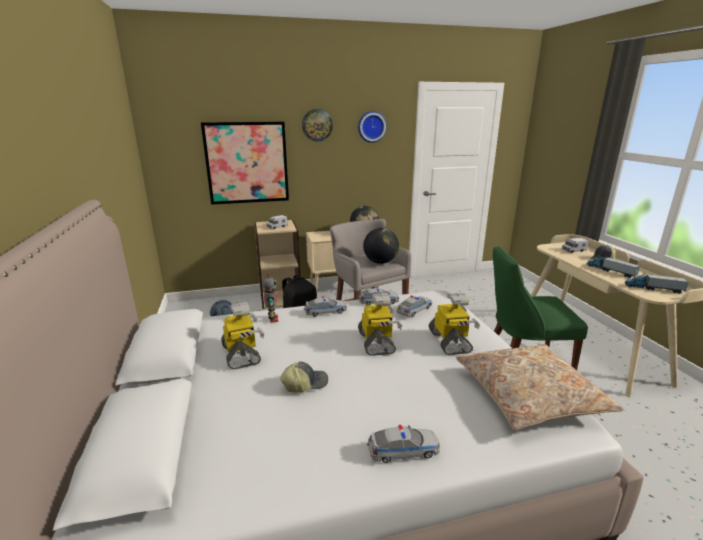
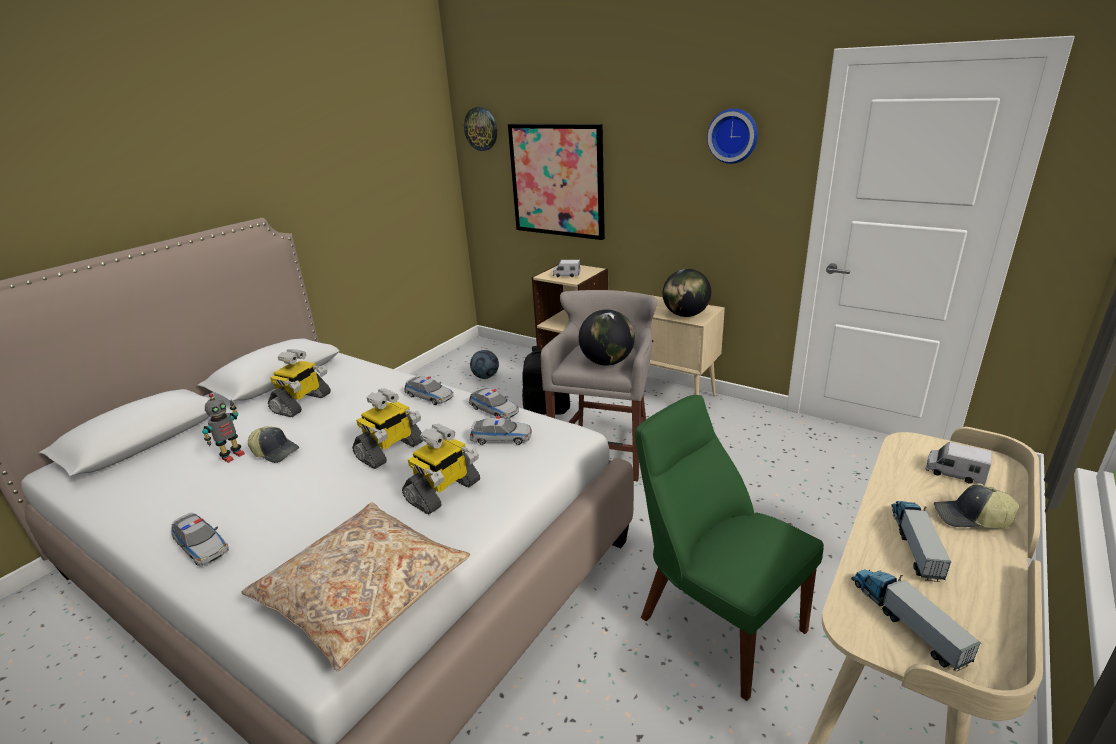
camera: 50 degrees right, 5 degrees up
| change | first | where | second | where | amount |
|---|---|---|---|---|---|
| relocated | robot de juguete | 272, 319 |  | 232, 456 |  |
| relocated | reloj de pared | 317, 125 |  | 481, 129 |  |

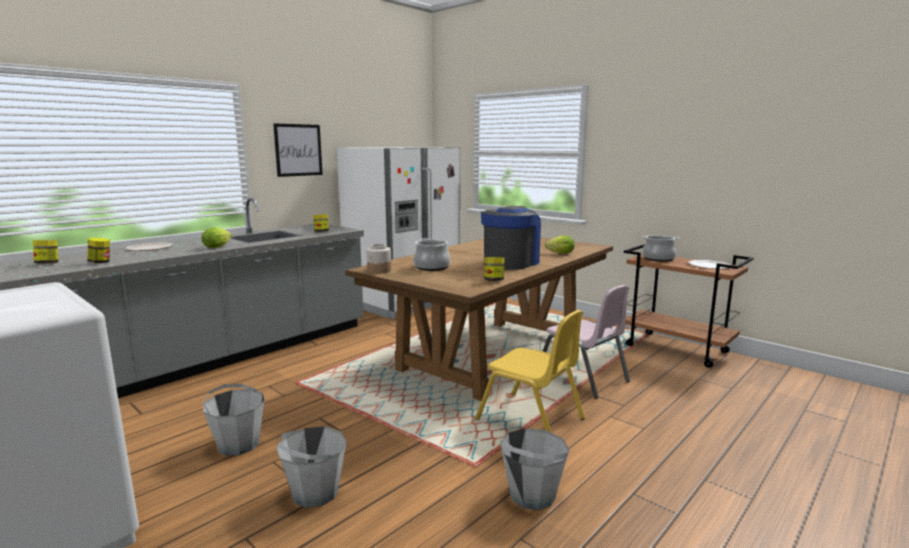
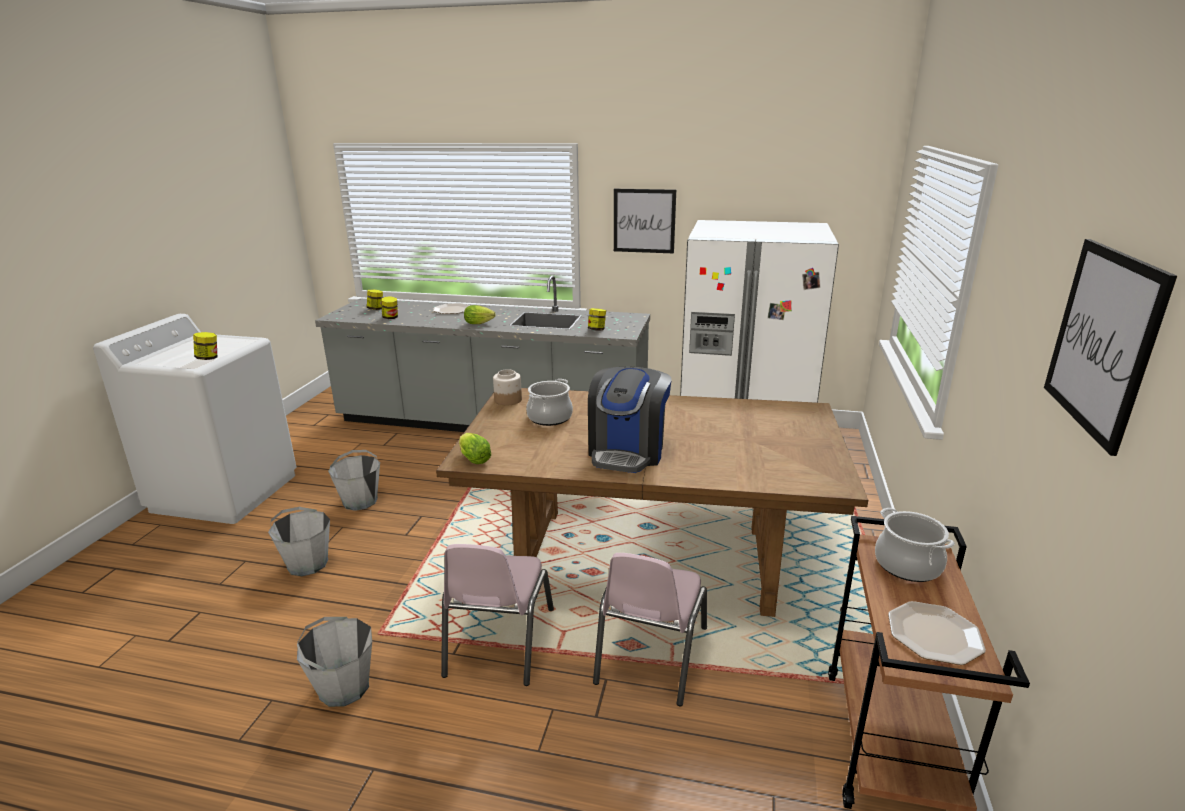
camera: 60 degrees right, 10 degrees up
| change | first | where | second | where | amount |
|---|---|---|---|---|---|
| colour | silla [amarillo] | 530, 419 | silla [rosa] | 498, 642 |  |
| spun | cafetera | 511, 262 |  | 627, 451 | 105 degrees clockwise |
| relocated | tarro | 494, 280 |  | 208, 358 |  |
| relocated | lechuga | 559, 253 |  | 473, 459 |  |
| appeared |  |  | cuadro | 1102, 340 |  |

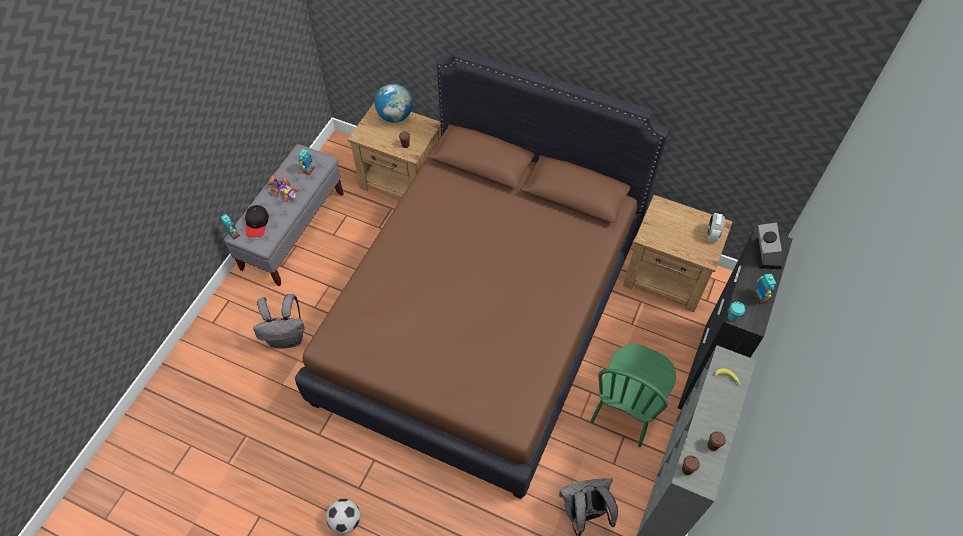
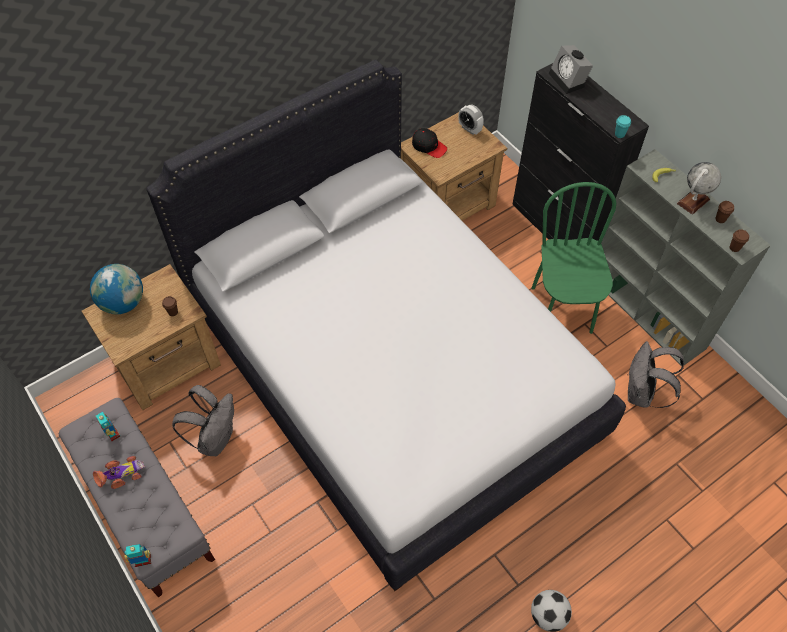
camera: 60 degrees left, 0 degrees up
| change | first | where | second | where | amount |
|---|---|---|---|---|---|
| relocated | gorra [negro] | 257, 223 |  | 429, 146 |  |
| relocated | mochila [gris] | 287, 338 |  | 215, 438 |  |
| colour | cama [marrón] | 481, 317 | cama [blanco] | 392, 374 |  |
| spun | silla [verde] | 625, 412 |  | 562, 310 | 150 degrees counterclockwise |
| missing | robot de juguete | 759, 297 |  |  |  |
| spun | despertador | 765, 253 |  | 568, 80 | 150 degrees counterclockwise |
| appeared |  |  | globo terráqueo | 693, 201 |  |

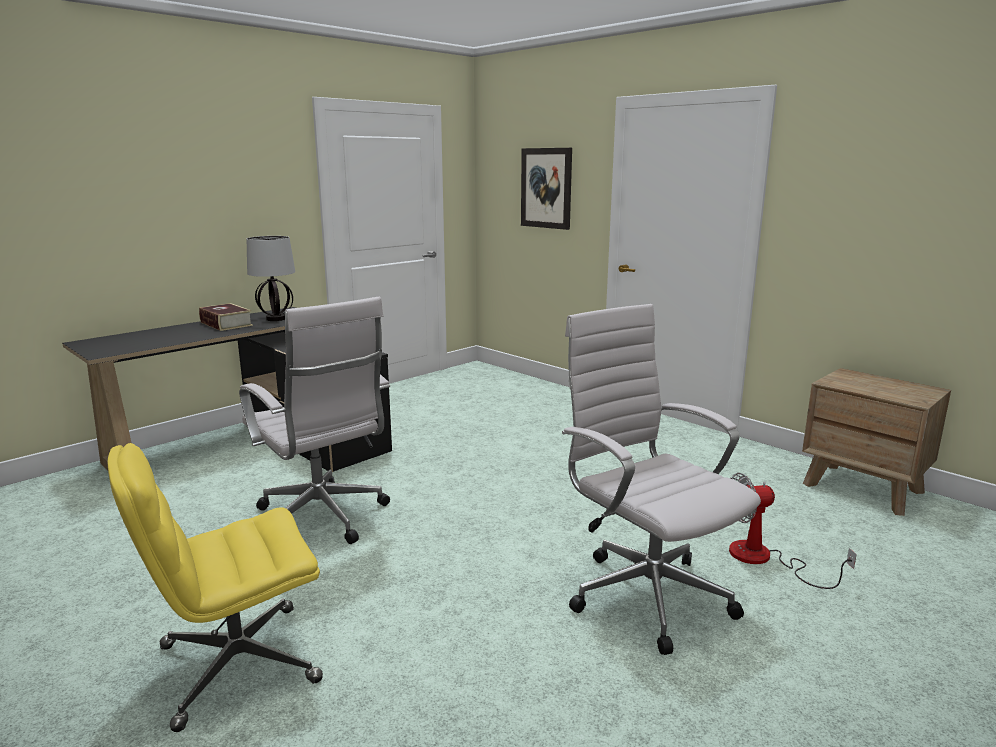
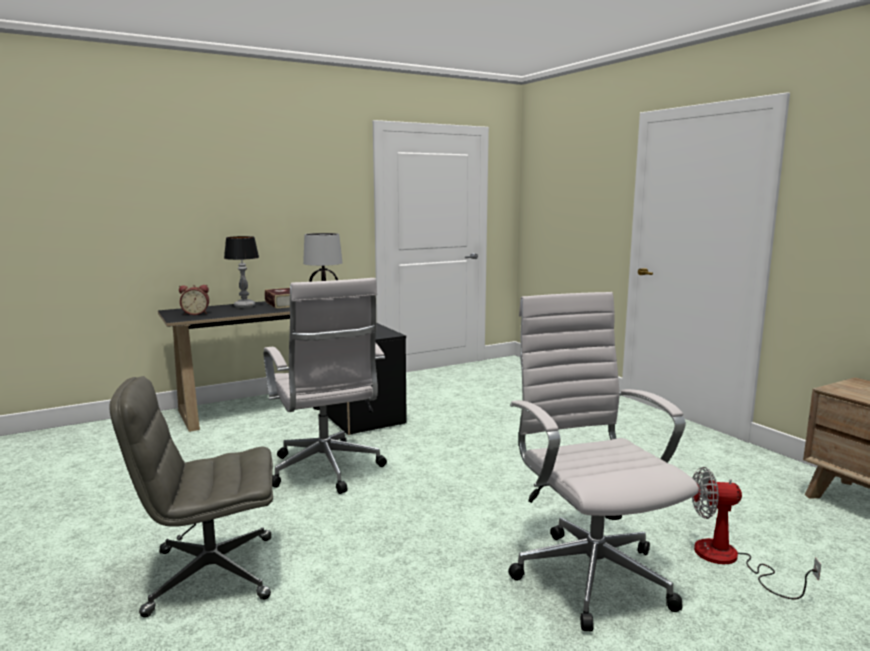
camera: 15 degrees right, 5 degrees down
| change | first | where | second | where | amount |
|---|---|---|---|---|---|
| colour | silla de oficina [amarillo] | 236, 665 | silla de oficina [gris] | 210, 575 |  |
| missing | cuadro | 546, 188 |  |  |  |
| appeared |  |  | despertador | 196, 313 |  |
| appeared |  |  | lámpara de mesa | 245, 306 |  |

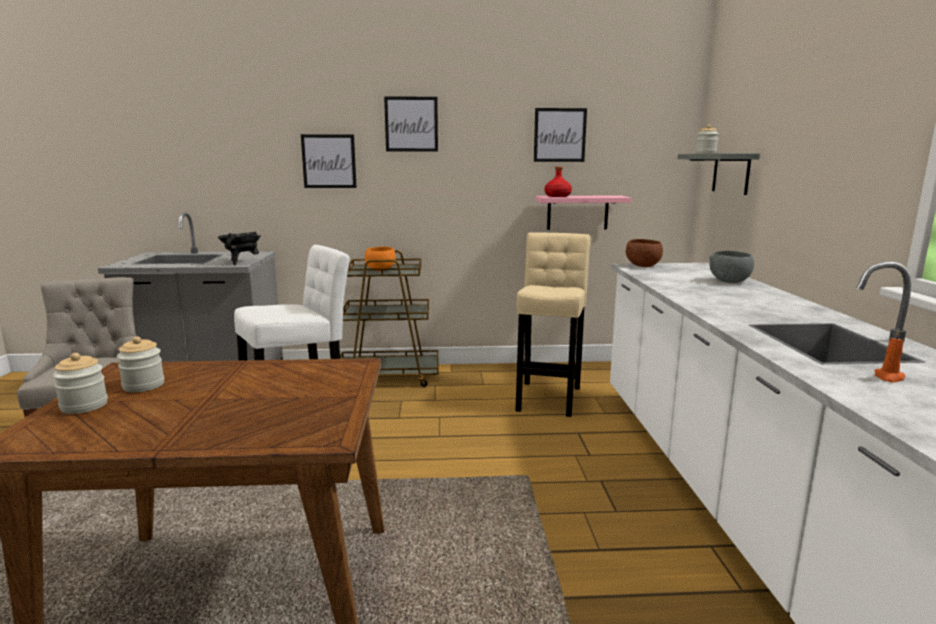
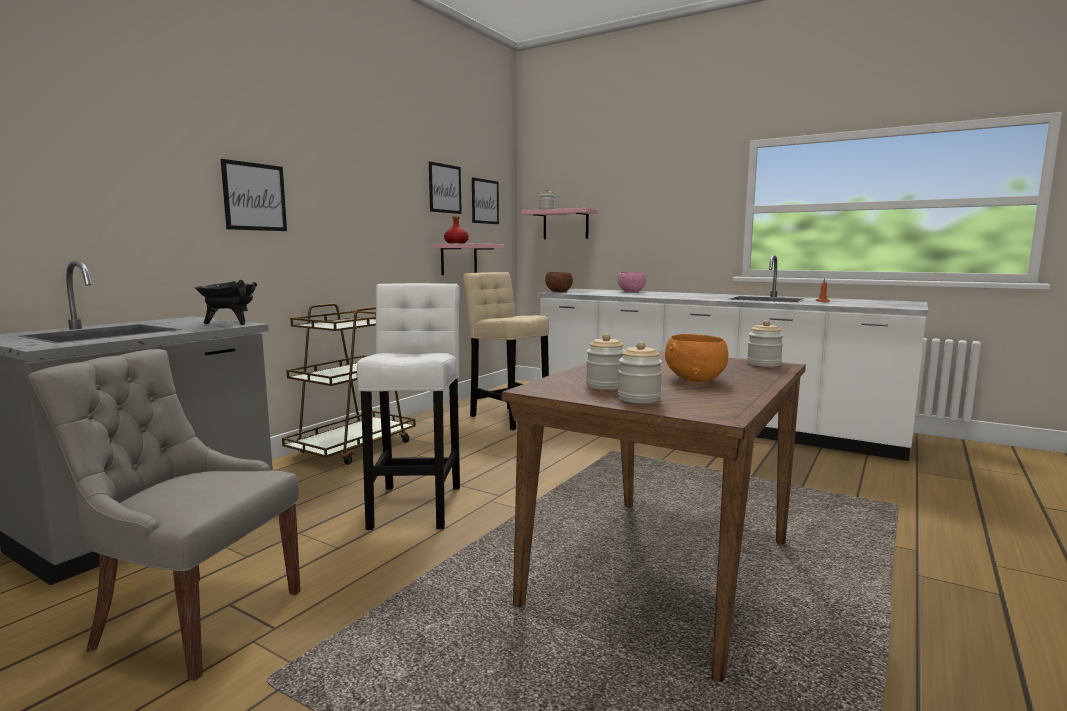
camera: 55 degrees left, 5 degrees down
| change | first | where | second | where | amount |
|---|---|---|---|---|---|
| relocated | cuenco [naranja] | 381, 270 |  | 696, 379 |  |
| relocated | cuadro | 411, 124 |  | 485, 201 |  |
| colour | estante [gris] | 731, 173 | estante [rosa] | 565, 224 |  |
| colour | cuenco [gris] | 730, 281 | cuenco [rosa] | 631, 291 |  |
| appeared |  |  | tarro | 763, 364 |  |

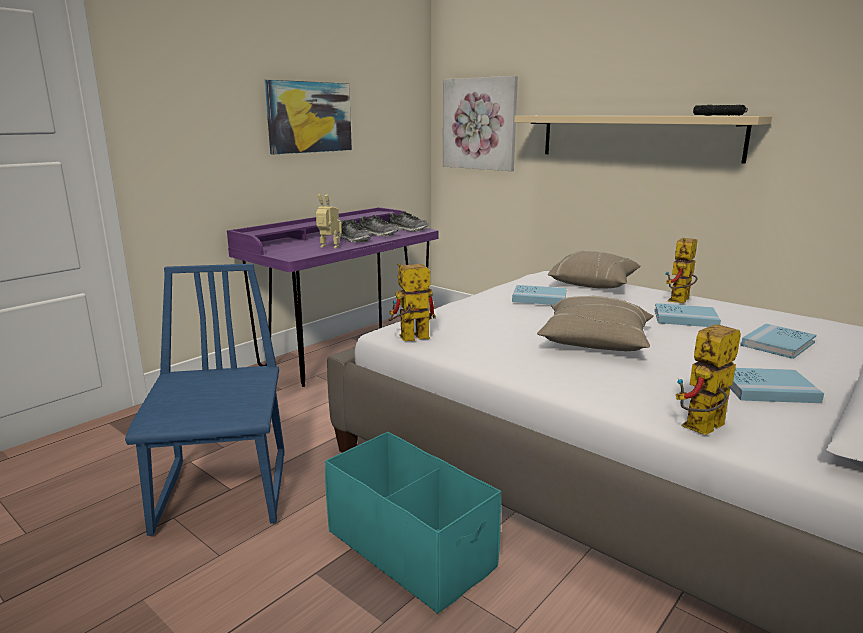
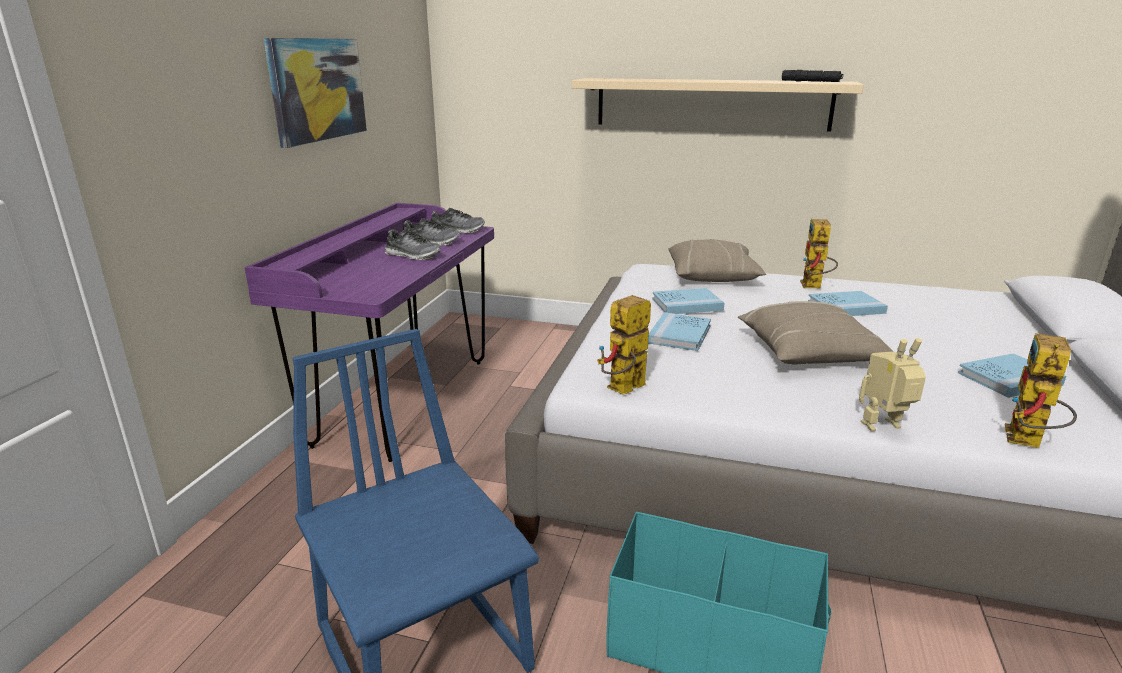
camera: 25 degrees left, 5 degrees up
| change | first | where | second | where | amount |
|---|---|---|---|---|---|
| relocated | robot de juguete | 328, 247 |  | 884, 428 |  |
| missing | cuadro | 480, 124 |  |  |  |
| relocated | libro [azul] | 778, 344 |  | 679, 334 |  |

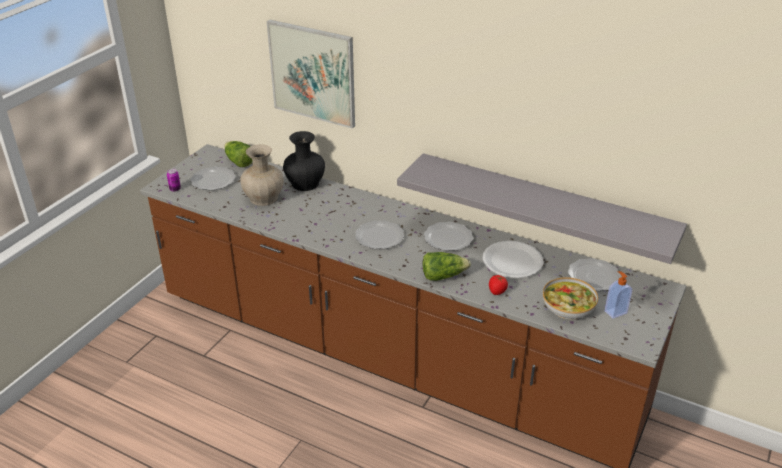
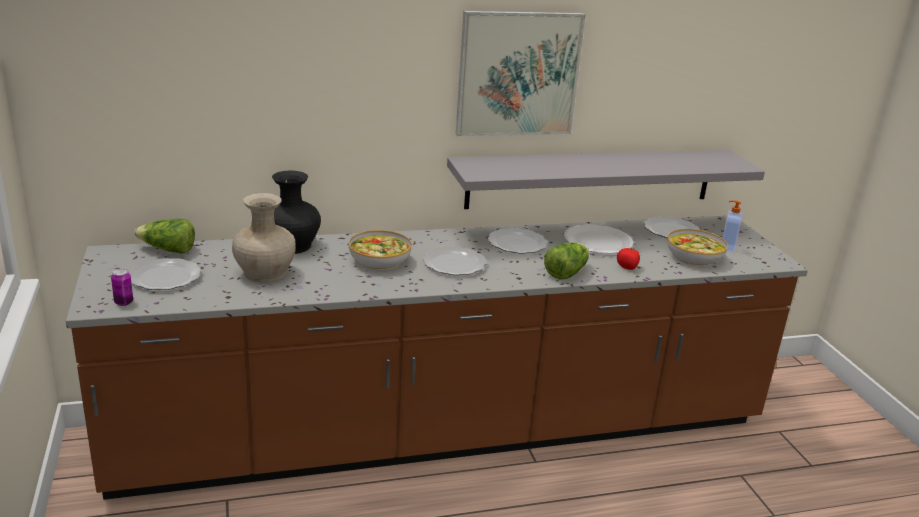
camera: 45 degrees left, 10 degrees down
| change | first | where | second | where | amount |
|---|---|---|---|---|---|
| relocated | cuadro | 312, 73 |  | 518, 74 |  |
| appeared |  |  | cuenco | 379, 260 |  |

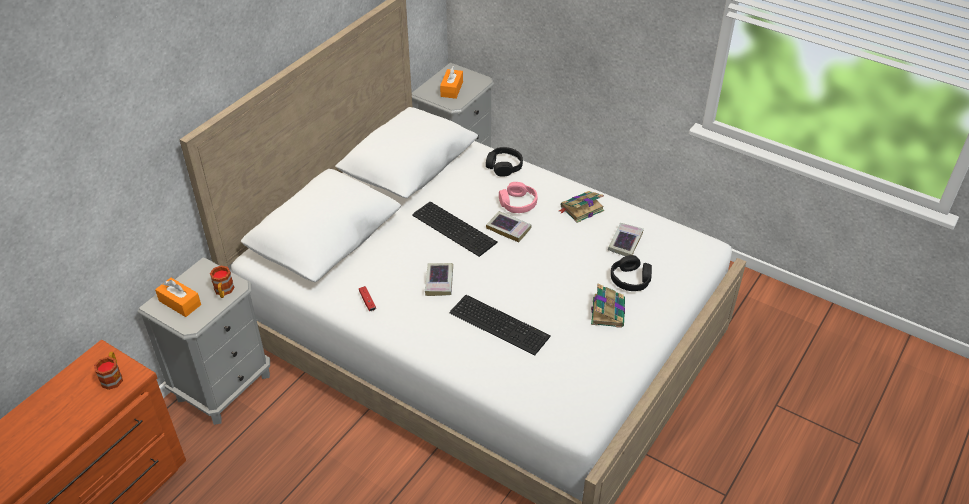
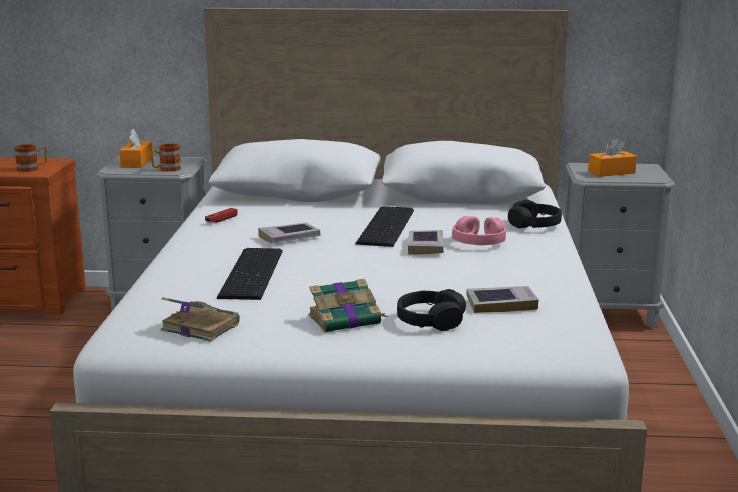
camera: 60 degrees right, 25 degrees down
| change | first | where | second | where | amount |
|---|---|---|---|---|---|
| relocated | libro | 581, 209 |  | 199, 327 |  |

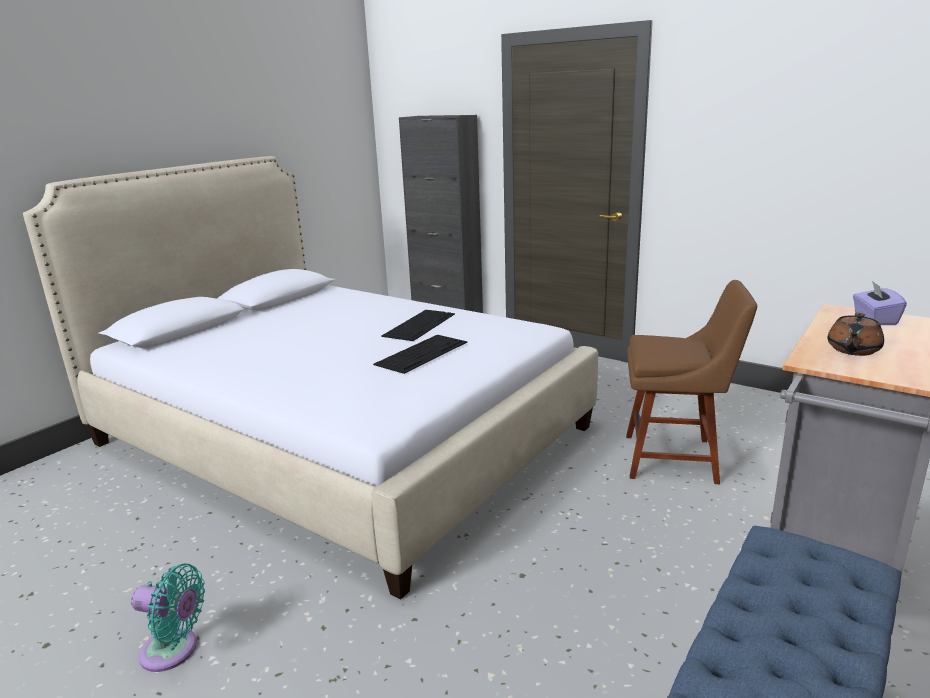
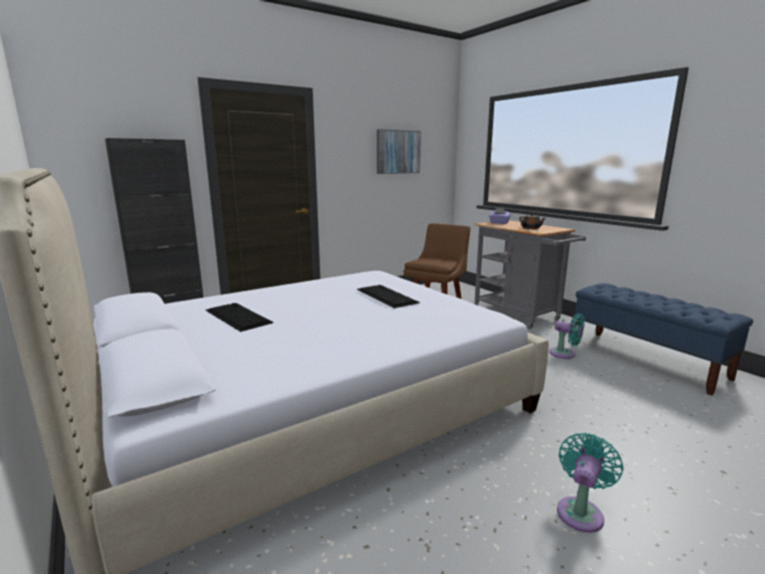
camera: 70 degrees left, 5 degrees down
| change | first | where | second | where | amount |
|---|---|---|---|---|---|
| relocated | teclado | 419, 324 |  | 237, 316 |  |
| appeared |  |  | cuadro | 398, 152 |  |
| appeared |  |  | ventilador [turquesa] | 565, 354 |  |

